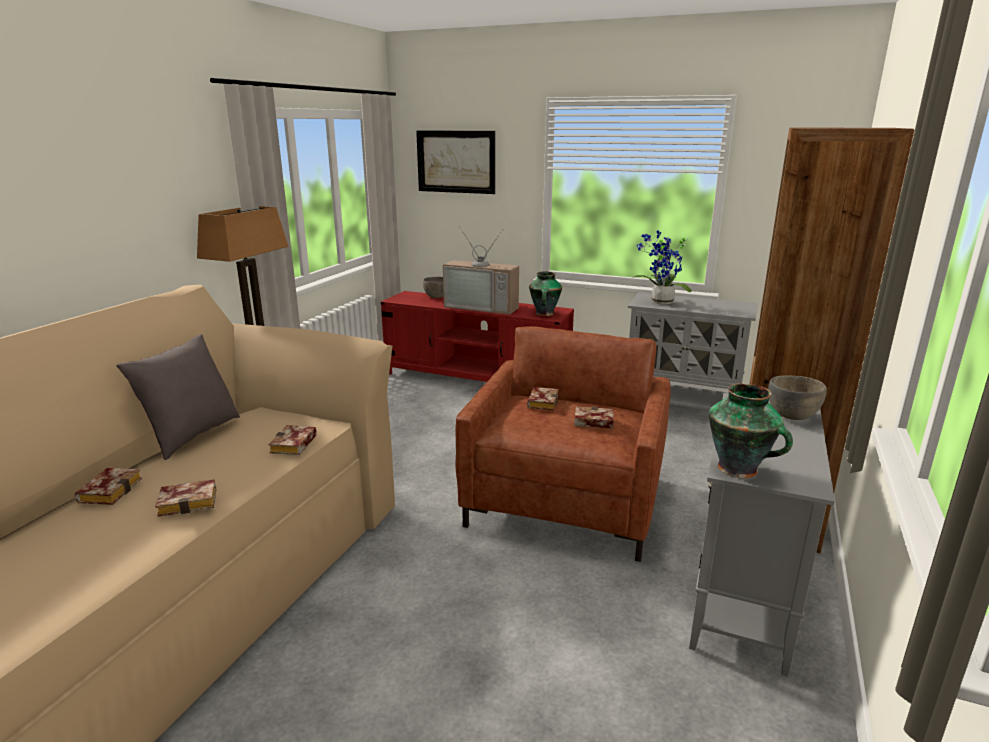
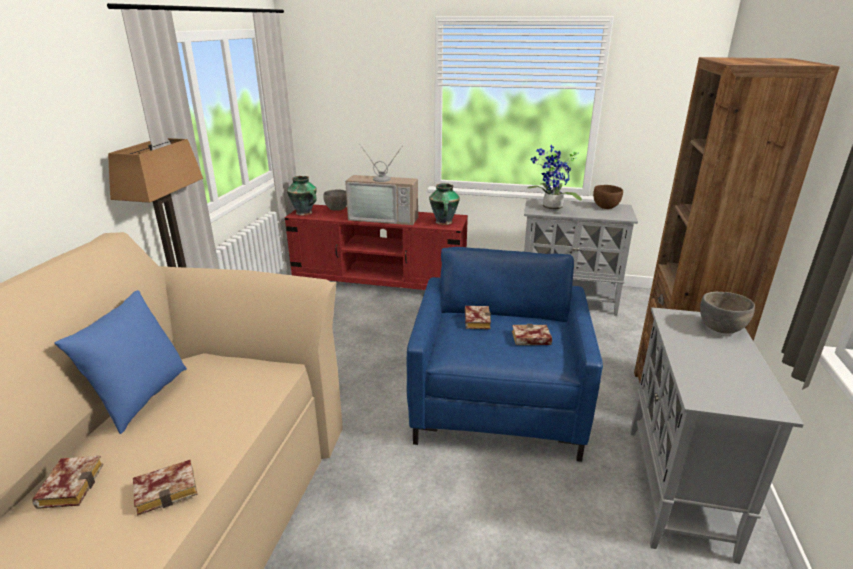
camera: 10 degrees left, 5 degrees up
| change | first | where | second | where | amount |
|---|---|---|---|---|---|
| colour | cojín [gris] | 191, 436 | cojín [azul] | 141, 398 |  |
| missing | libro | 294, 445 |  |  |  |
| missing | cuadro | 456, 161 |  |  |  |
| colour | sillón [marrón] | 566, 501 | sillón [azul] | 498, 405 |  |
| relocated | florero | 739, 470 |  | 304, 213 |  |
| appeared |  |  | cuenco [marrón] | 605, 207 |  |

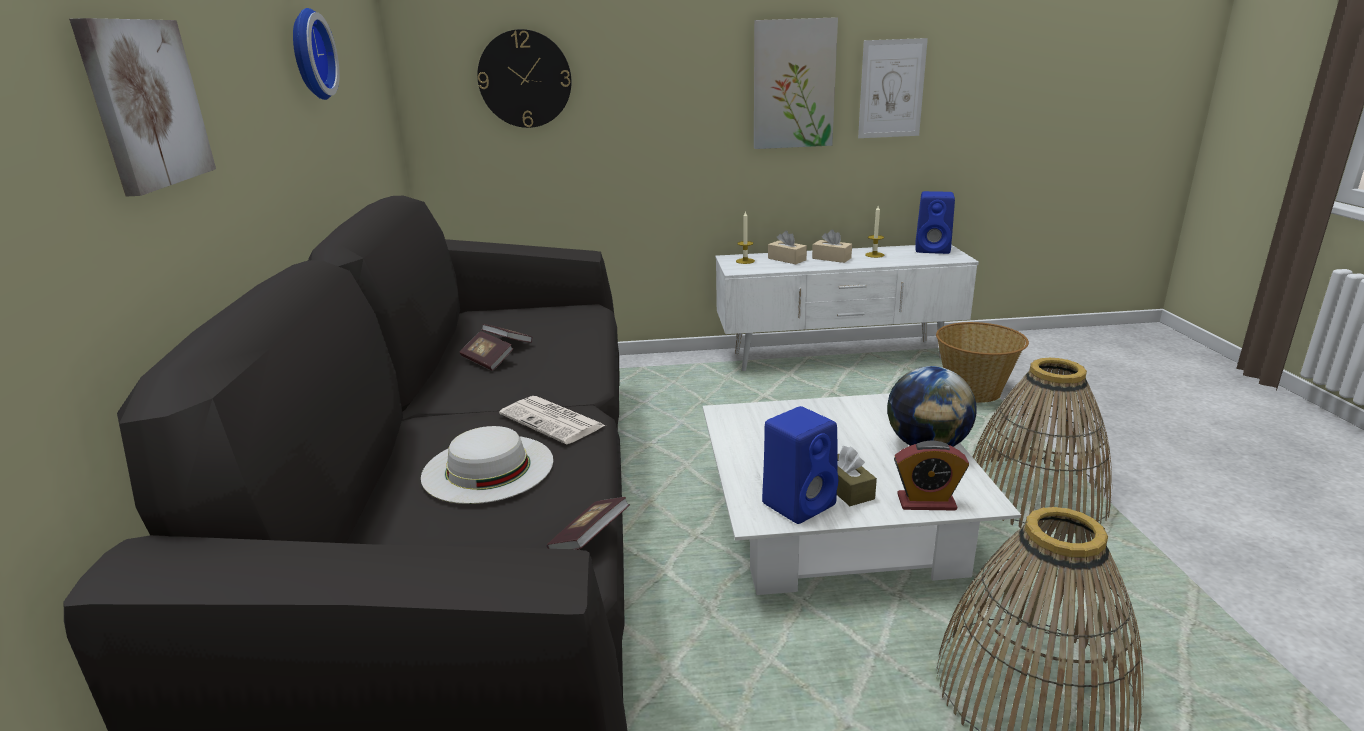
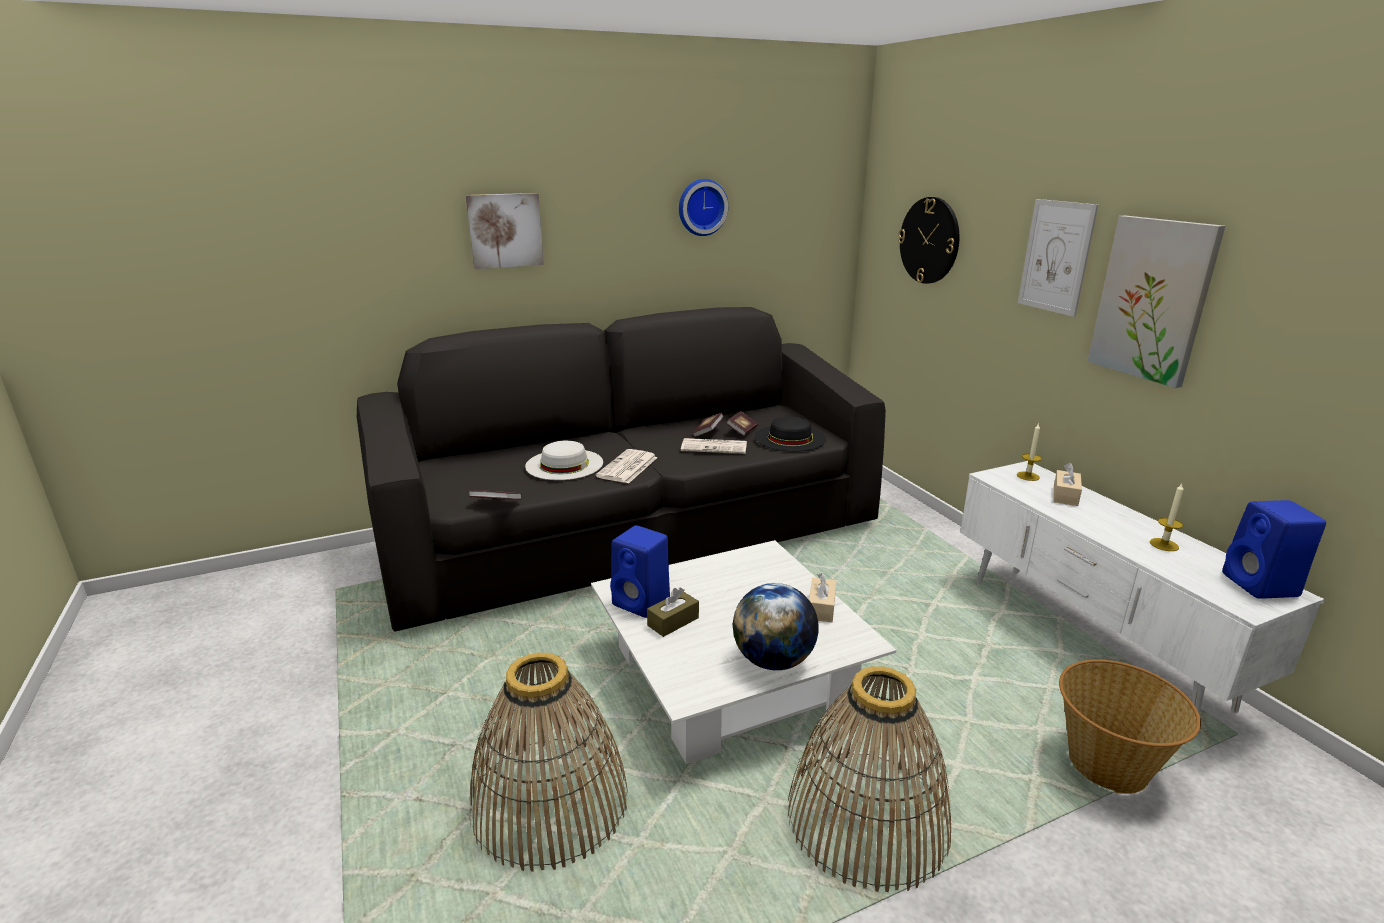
camera: 70 degrees right, 0 degrees up
| change | first | where | second | where | amount |
|---|---|---|---|---|---|
| relocated | caja de pañuelos [beis] | 831, 258 |  | 821, 607 |  |
| relocated | cuadro | 891, 89 |  | 1056, 257 |  |
| missing | despertador | 926, 502 |  |  |  |
| appeared |  |  | periódico | 715, 447 |  |
| appeared |  |  | sombrero [negro] | 790, 438 |  |

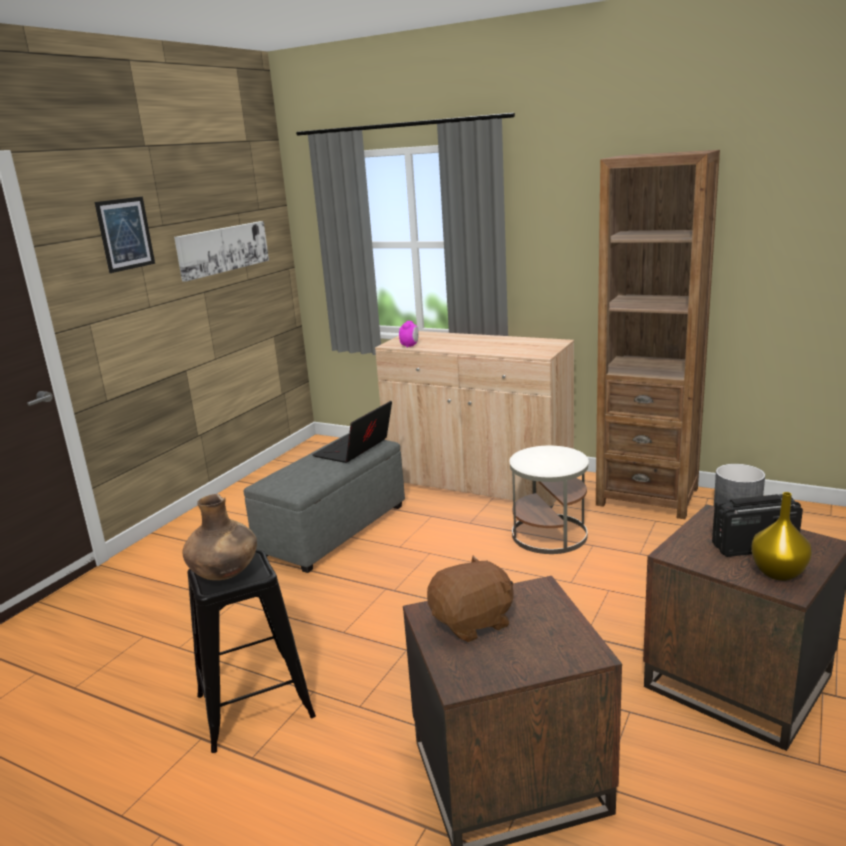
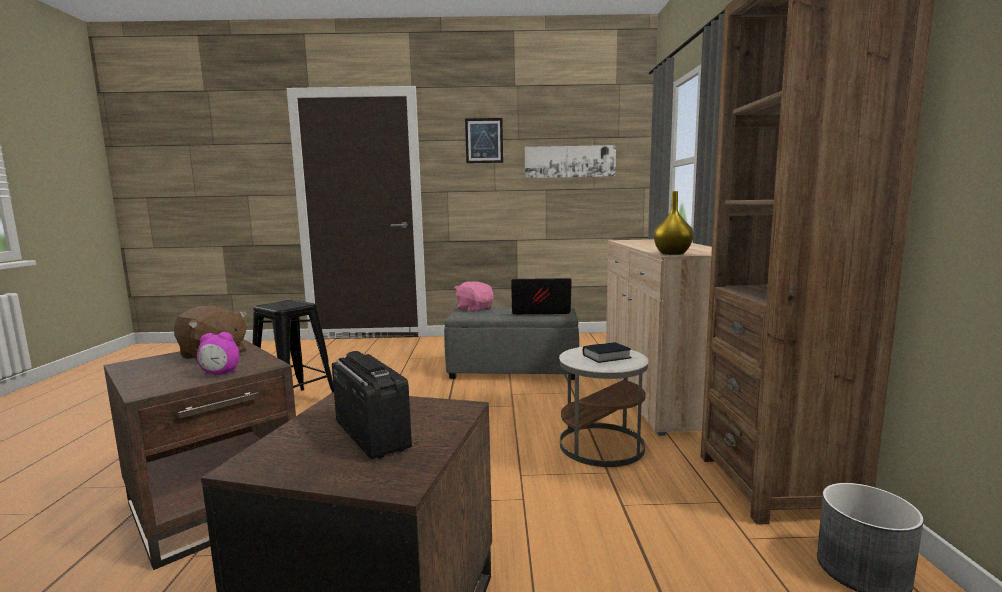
camera: 60 degrees right, 10 degrees down
| change | first | where | second | where | amount |
|---|---|---|---|---|---|
| missing | florero [marrón] | 225, 574 |  |  |  |
| relocated | despertador | 410, 346 |  | 220, 374 |  |
| relocated | florero [amarillo] | 777, 572 |  | 672, 253 |  |
| appeared |  |  | peluche [rosa] | 474, 309 |  |
| appeared |  |  | libro | 606, 357 |  |

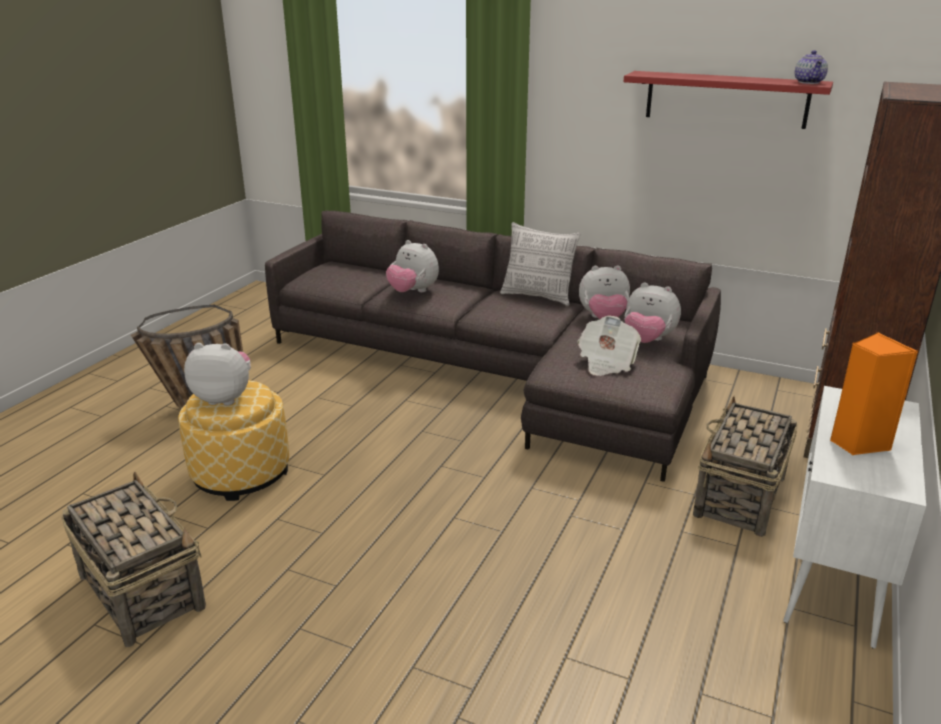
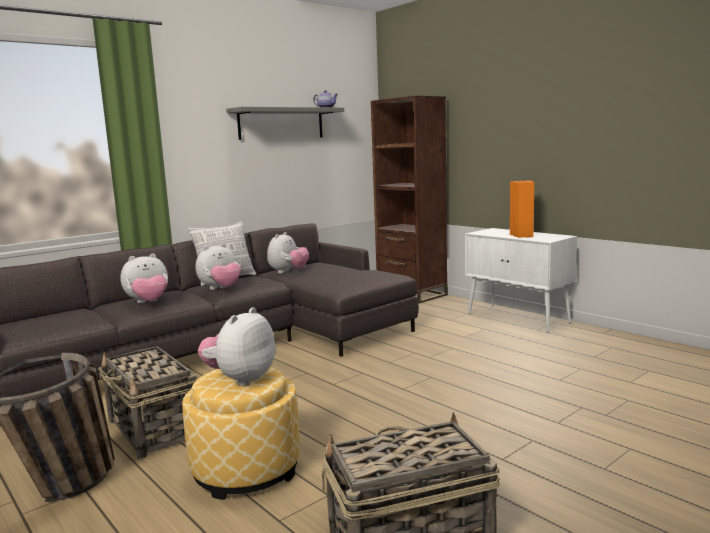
camera: 65 degrees left, 15 degrees down
| change | first | where | second | where | amount |
|---|---|---|---|---|---|
| missing | periódico | 606, 362 |  |  |  |
| colour | estante [rojo] | 726, 99 | estante [gris] | 281, 123 |  |
| relocated | peluche | 648, 340 |  | 220, 289 |  |
| relocated | cesta | 739, 497 |  | 154, 430 |  |

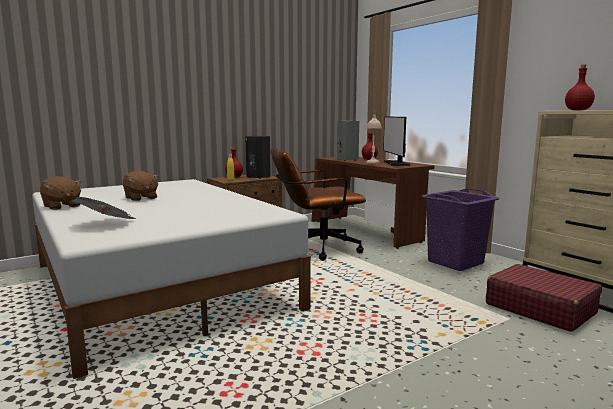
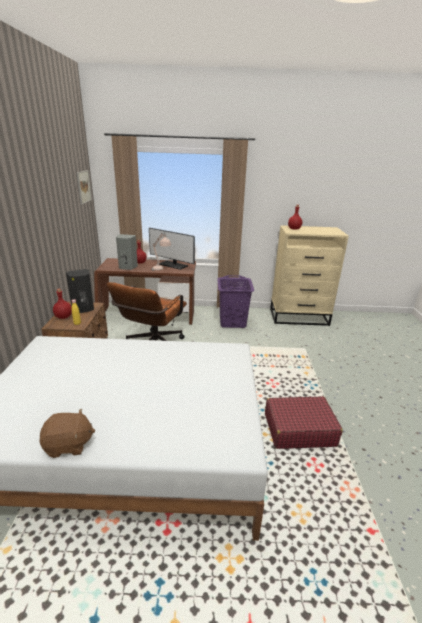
camera: 55 degrees left, 15 degrees up
| change | first | where | second | where | amount |
|---|---|---|---|---|---|
| missing | periódico | 107, 224 |  |  |  |
| missing | peluche [marrón] | 140, 198 |  |  |  |
| relocated | maleta [rojo] | 539, 308 |  | 299, 429 |  |
| appeared |  |  | cuadro | 84, 187 |  |

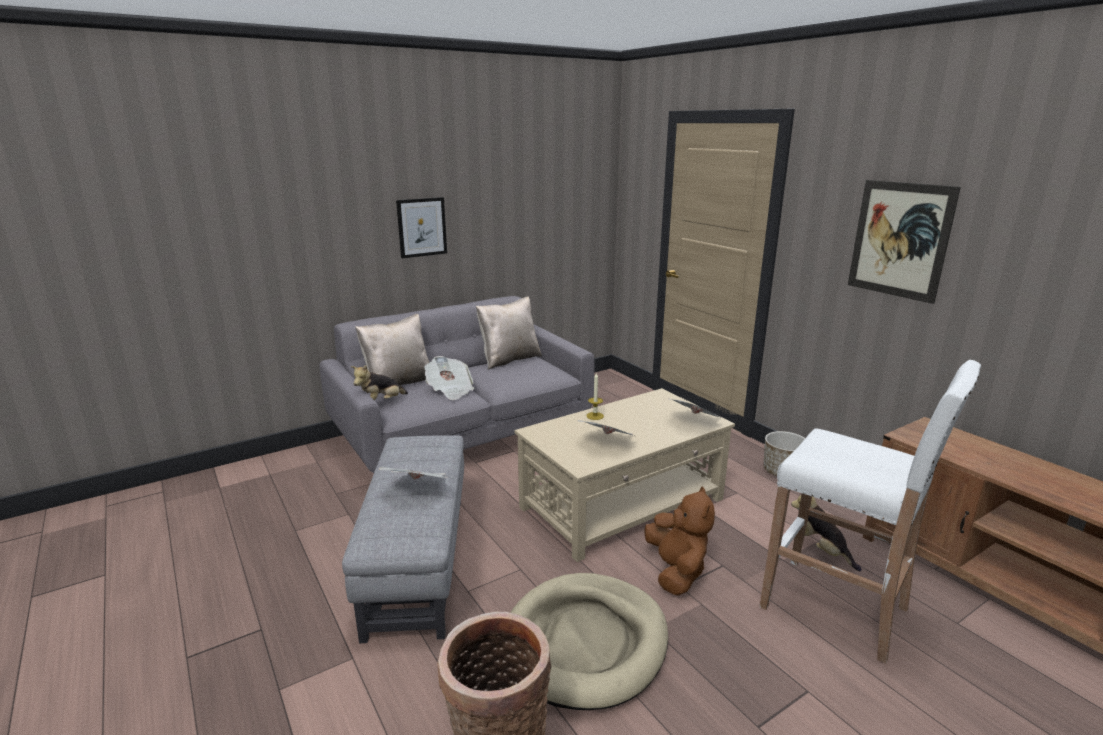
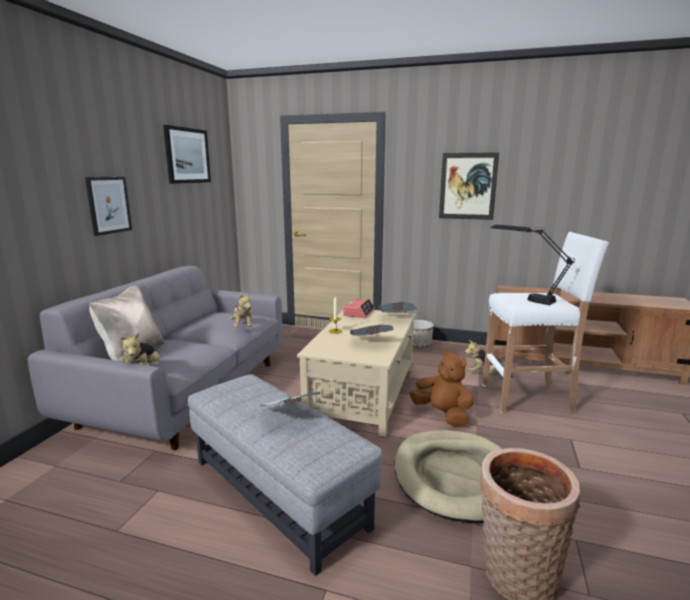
camera: 40 degrees left, 5 degrees down
| change | first | where | second | where | amount |
|---|---|---|---|---|---|
| missing | periódico | 450, 390 |  |  |  |
| missing | cojín [beis] | 509, 359 |  |  |  |
| appeared |  |  | cuadro | 187, 155 |  |
| appeared |  |  | peluche | 243, 326 |  |
| appeared |  |  | despertador | 359, 313 |  |
| appeared |  |  | lámpara de mesa [negro] | 524, 297 |  |

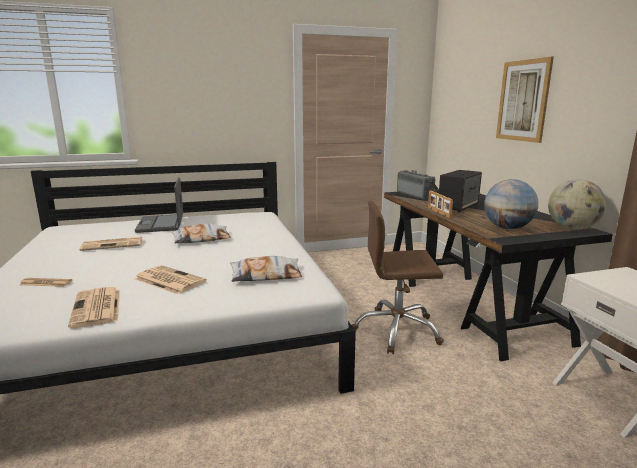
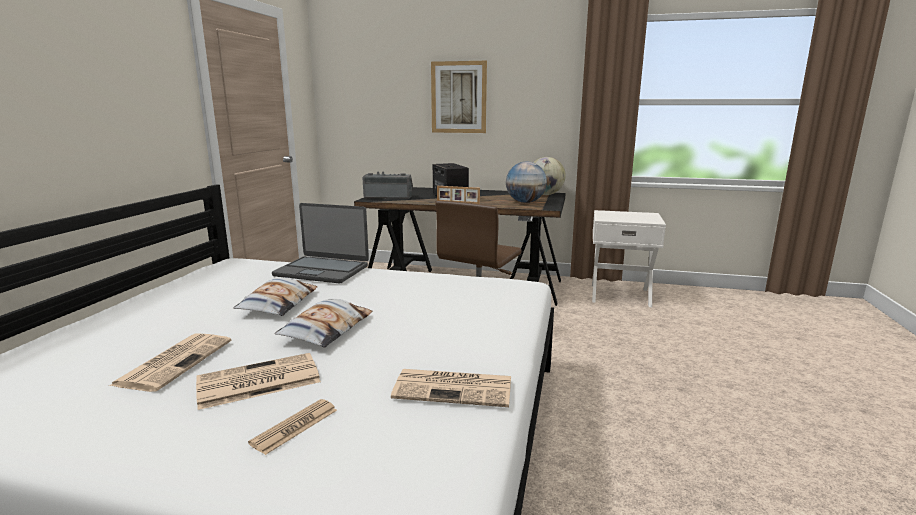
camera: 60 degrees left, 0 degrees up
| change | first | where | second | where | amount |
|---|---|---|---|---|---|
| relocated | periódico | 168, 280 |  | 257, 382 |  |
| relocated | portátil | 161, 224 |  | 322, 270 |  |
| relocated | cojín | 266, 275 |  | 327, 329 |  |

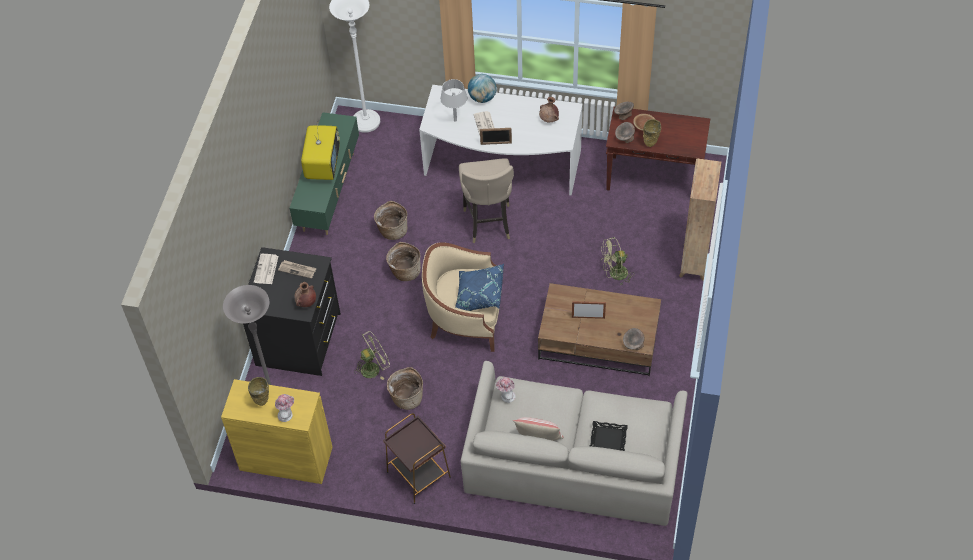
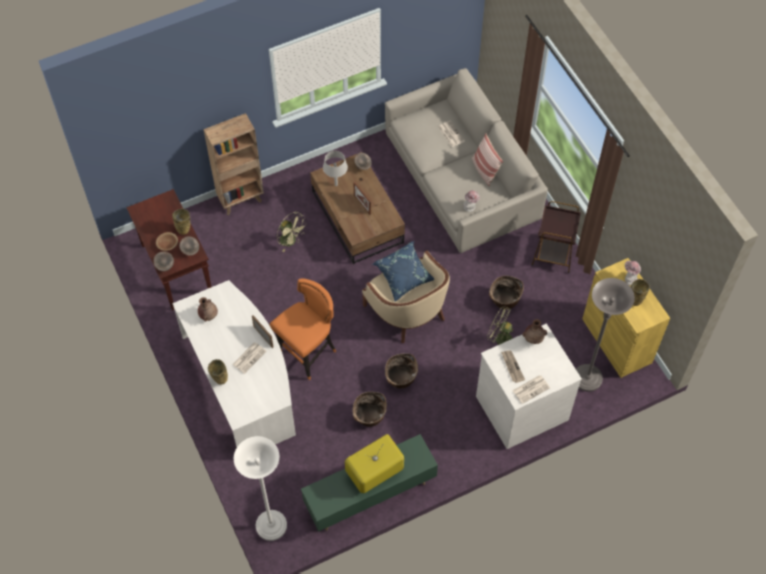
camera: 130 degrees left, 5 degrees up
| change | first | where | second | where | amount |
|---|---|---|---|---|---|
| colour | cómoda [negro] | 300, 339 | cómoda [blanco] | 521, 406 |  |
| relocated | lámpara de mesa [gris] | 455, 120 |  | 336, 184 |  |
| colour | taburete [beis] | 488, 223 | taburete [naranja] | 308, 354 |  |
| exchanged | globo terráqueo | 482, 98 | florero [beis] | 220, 380 |  |
| exchanged | bandeja [negro] | 608, 439 | periódico | 450, 134 |  |

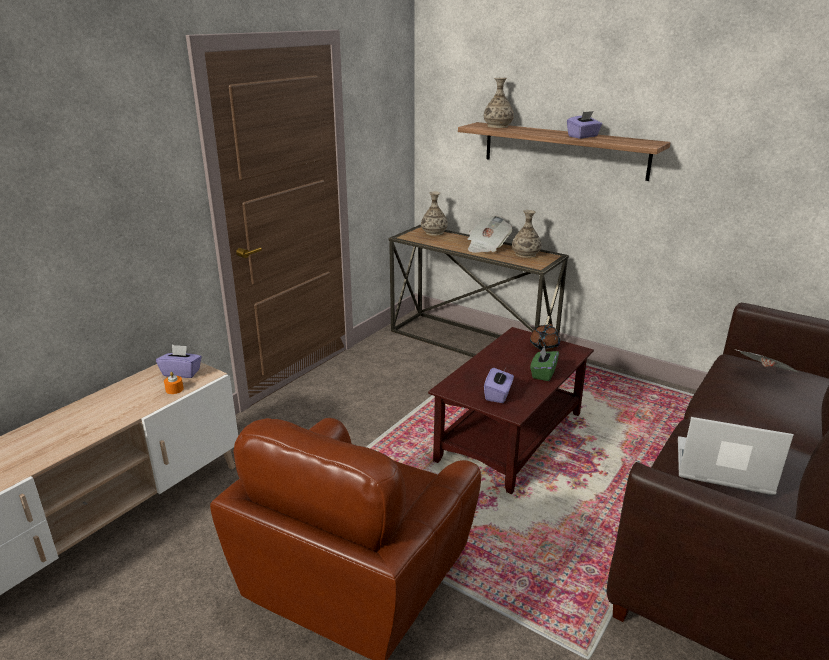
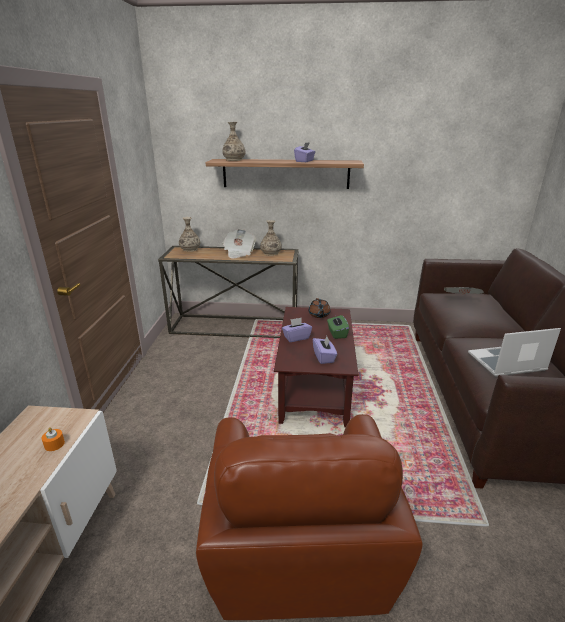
camera: 30 degrees left, 0 degrees up
| change | first | where | second | where | amount |
|---|---|---|---|---|---|
| relocated | caja de pañuelos [morado] | 181, 373 |  | 296, 337 |  |

